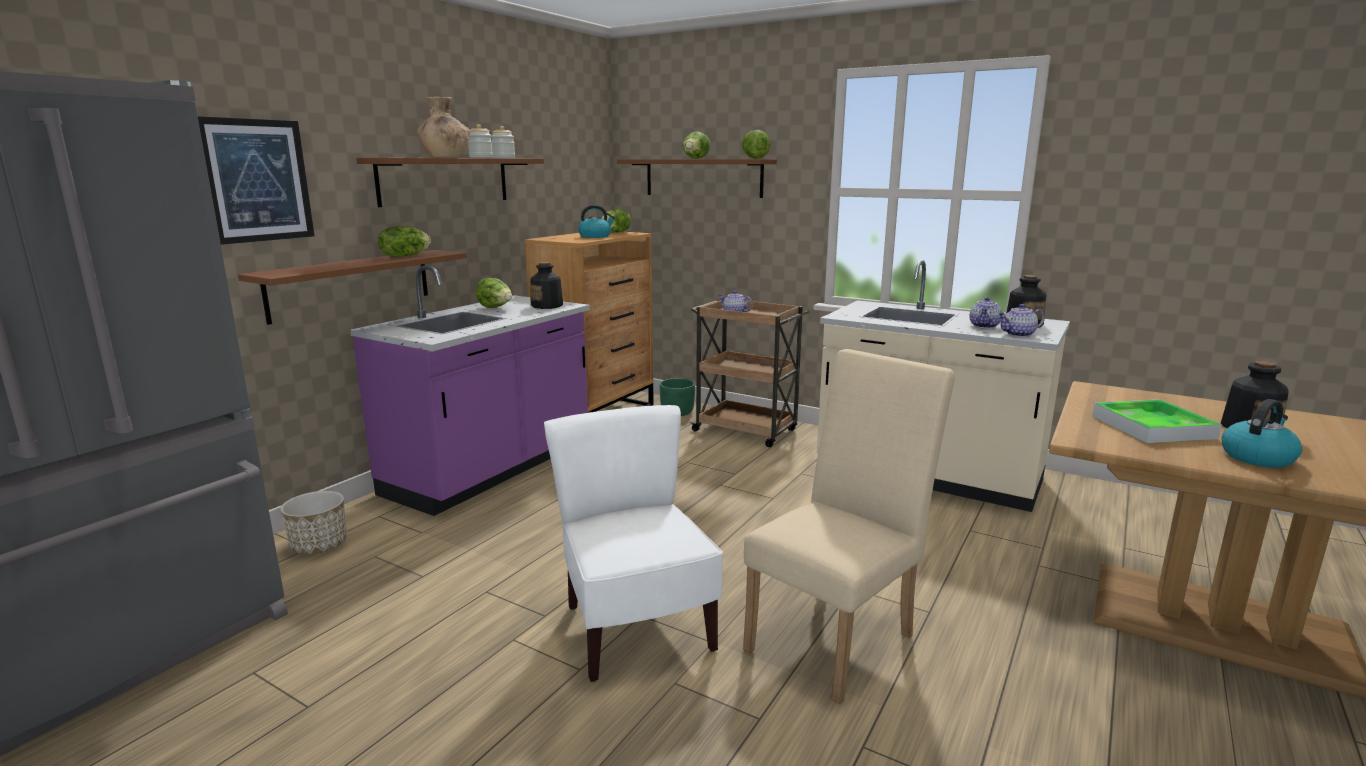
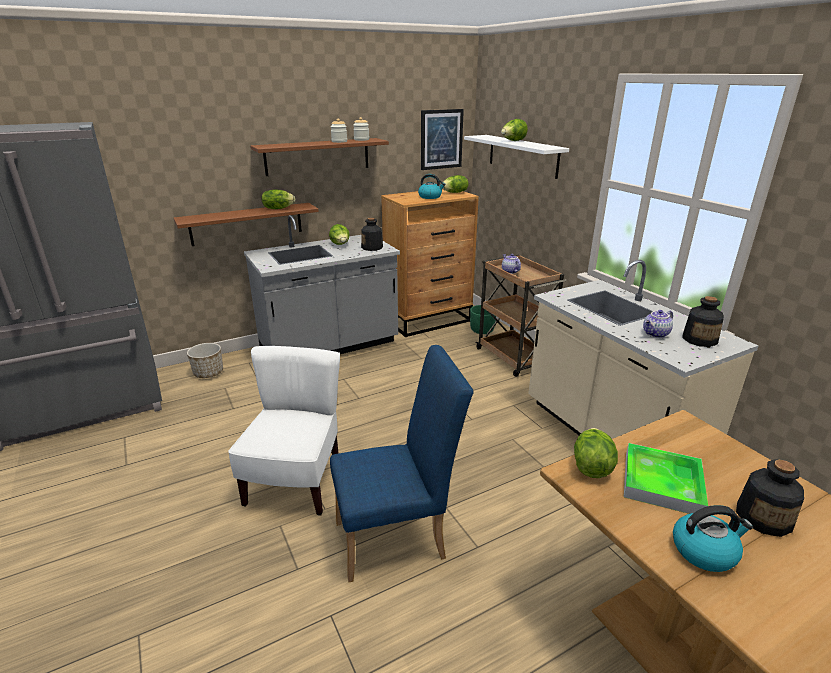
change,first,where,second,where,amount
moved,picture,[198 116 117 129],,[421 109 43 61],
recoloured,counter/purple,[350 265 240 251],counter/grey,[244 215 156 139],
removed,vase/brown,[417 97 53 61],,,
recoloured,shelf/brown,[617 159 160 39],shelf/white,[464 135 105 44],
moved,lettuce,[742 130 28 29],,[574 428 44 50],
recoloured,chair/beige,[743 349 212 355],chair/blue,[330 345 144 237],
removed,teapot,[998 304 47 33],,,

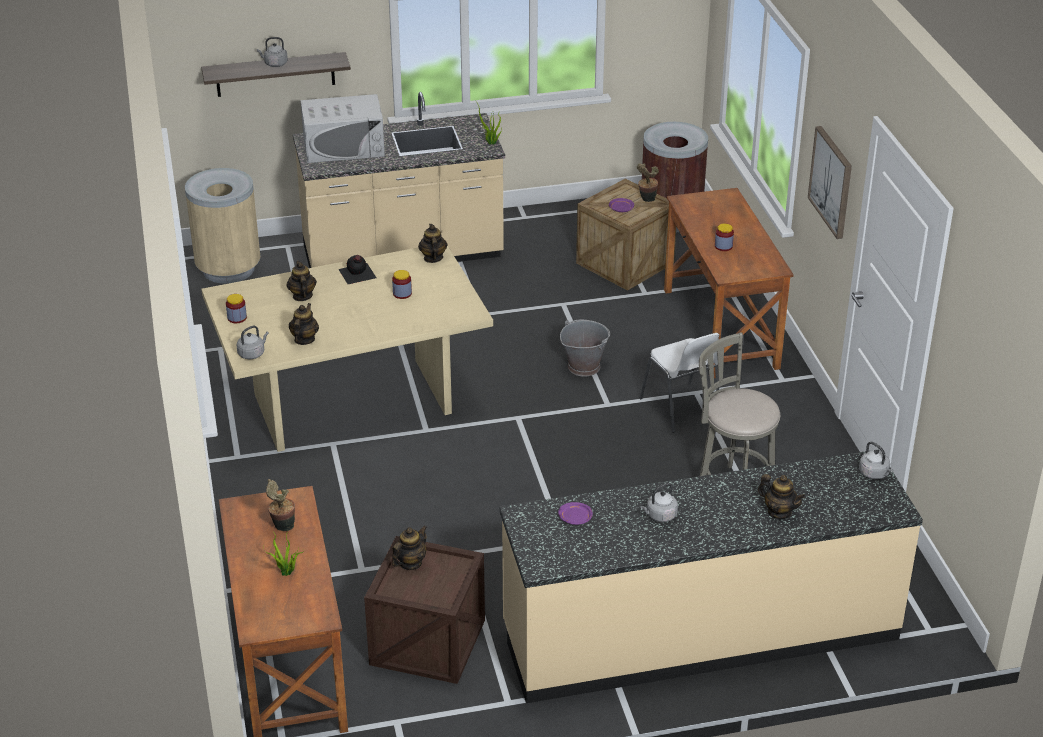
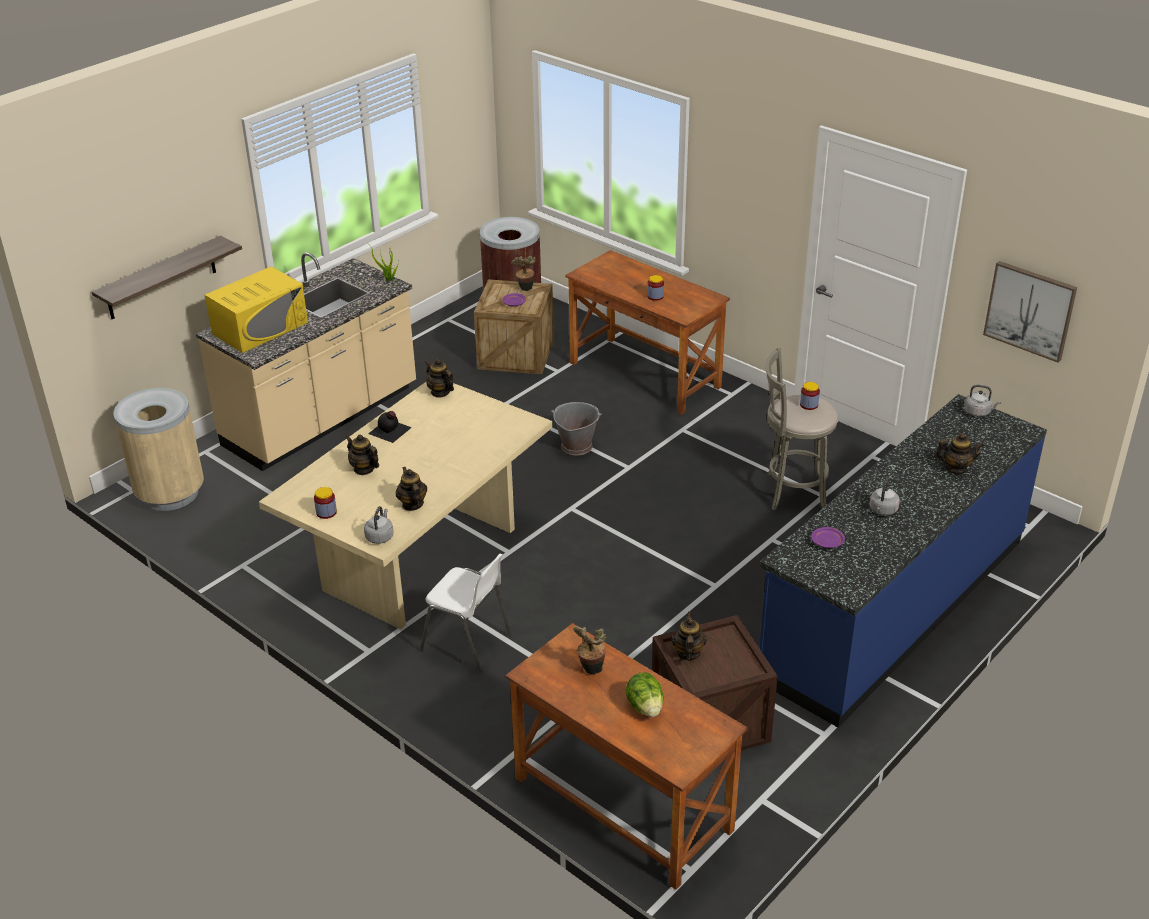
change,first,where,second,where,amount
removed,kettle/grey,[257 37 31 30],,,
replaced,potted plant,[265 531 39 45],lettuce,[625 672 39 45],
recoloured,microwave/white,[300 94 85 69],microwave/yellow,[205 266 103 87],
moved,jar,[392 270 20 29],,[800 382 20 28],
recoloured,counter/beige,[499 450 424 253],counter/blue,[759 394 288 334],
moved,chair/white,[640 333 79 100],,[420 553 92 119],
moved,picture,[808 126 44 113],,[983 261 94 102],

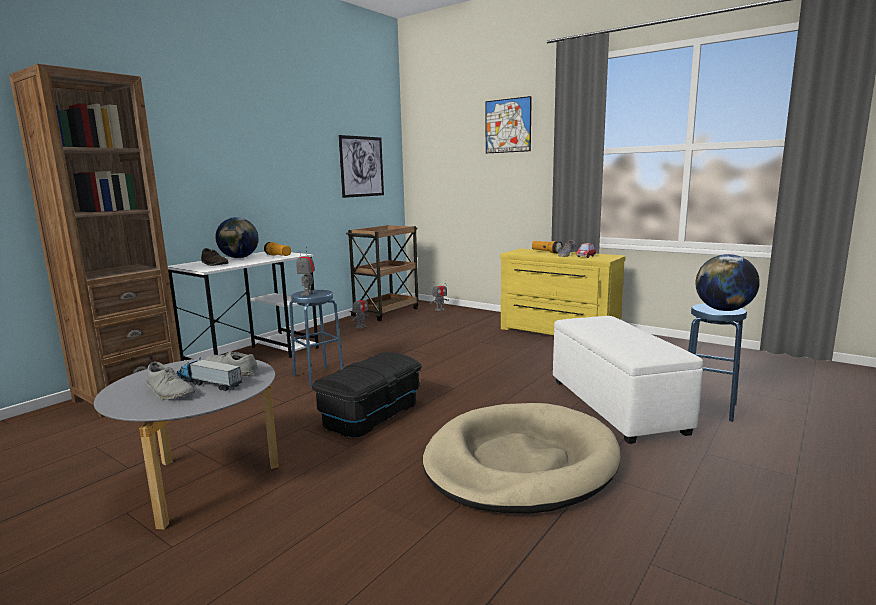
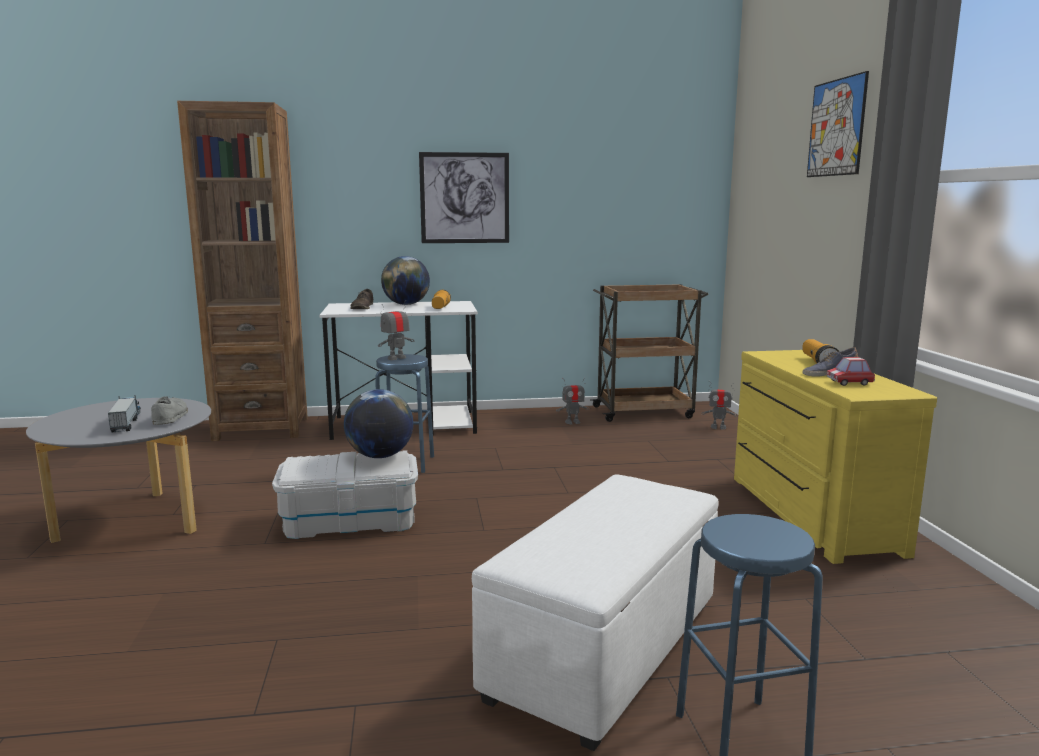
change,first,where,second,where,amount
removed,shoe/grey,[146 362 49 38],,,
recoloured,storage box/black,[312 352 109 86],storage box/white,[272 450 146 89],
moved,picture,[338 135 46 63],,[419 152 90 91],
removed,dog bed/beige,[423 403 197 111],,,
moved,globe,[695 254 65 57],,[344 389 70 69],

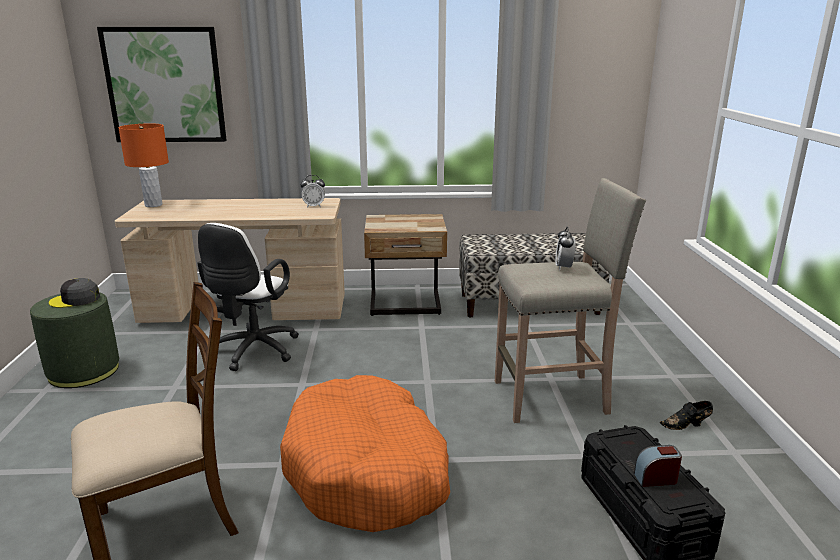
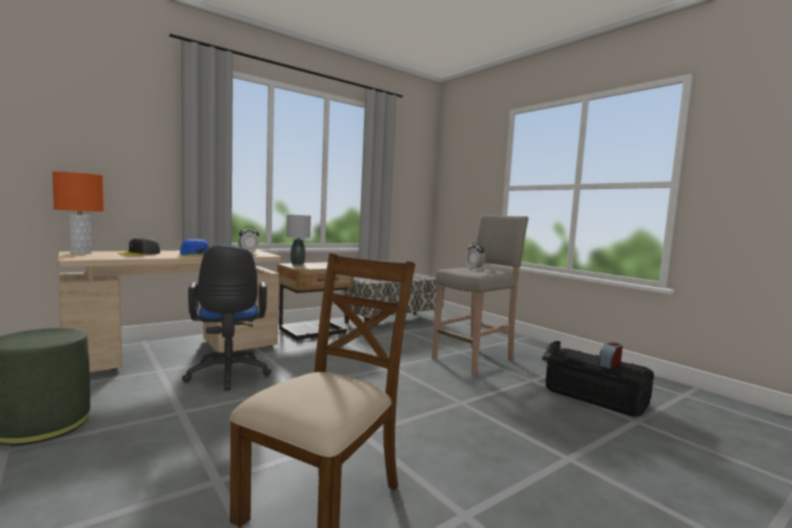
change,first,where,second,where,amount
moved,cap/grey,[49 278 51 30],,[118 237 42 18],
removed,picture,[97 27 130 115],,,
recoloured,office chair/white,[197 223 102 148],office chair/blue,[182 244 89 146],
removed,dog bed/orange,[280 375 170 157],,,
added,,,cap/blue,[180 239 29 18],
added,,,table lamp/grey,[286 215 25 50],

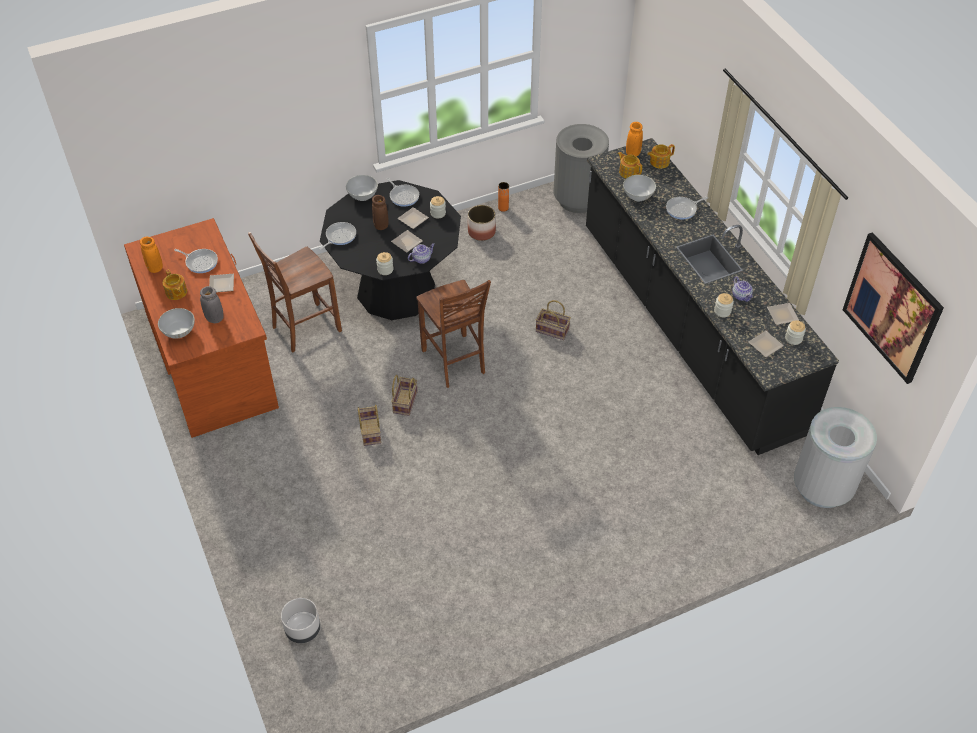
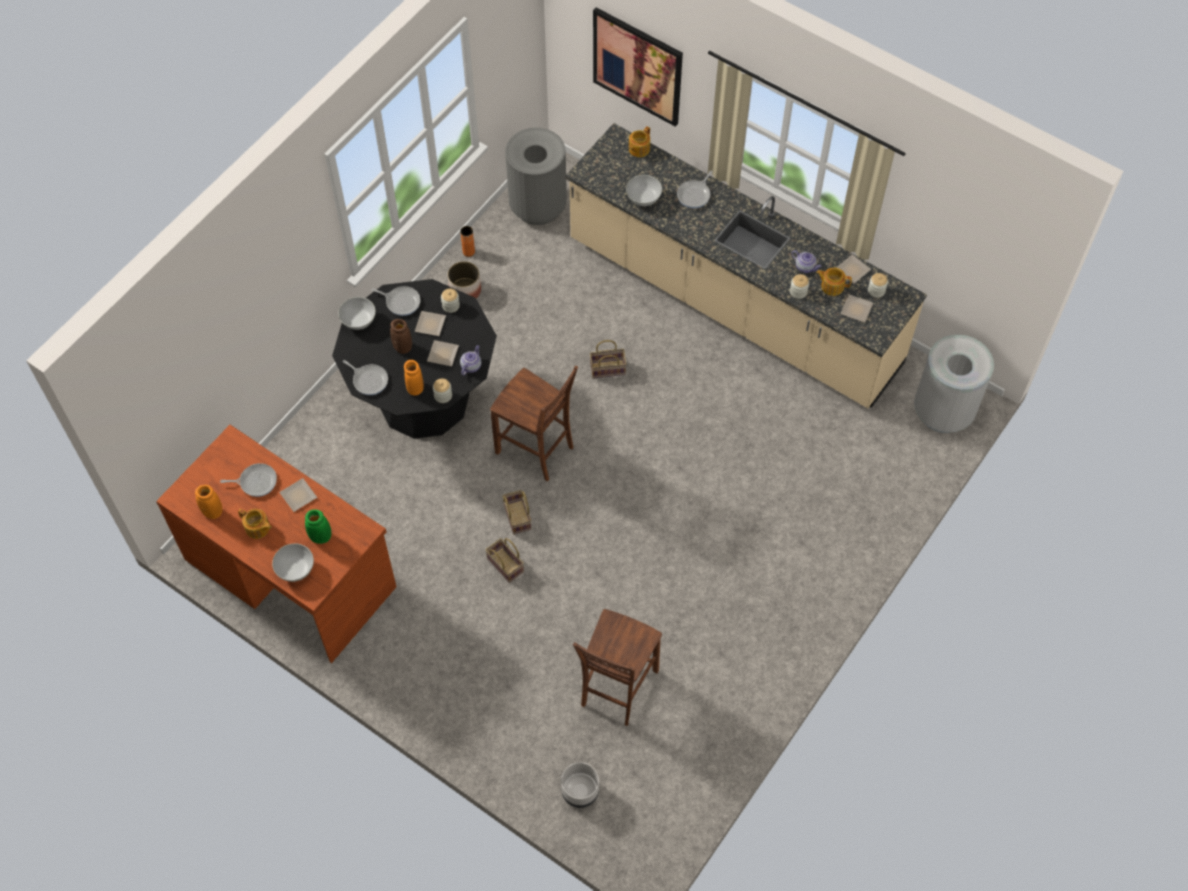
change,first,where,second,where,amount
recoloured,vase/grey,[200 286 24 37],vase/green,[305 509 26 35],
moved,chair/brown,[248 232 94 120],,[573 609 89 117],
turned,frying pan,[320 222 36 28],,[343 360 45 35],120 degrees clockwise
recoloured,counter/black,[586 138 253 317],counter/beige,[565 123 362 285],
moved,teapot,[618 152 24 26],,[816 268 36 28],
moved,vase/orange,[626 122 17 34],,[404 360 20 35],
moved,picture,[843 232 101 152],,[593 7 90 119],

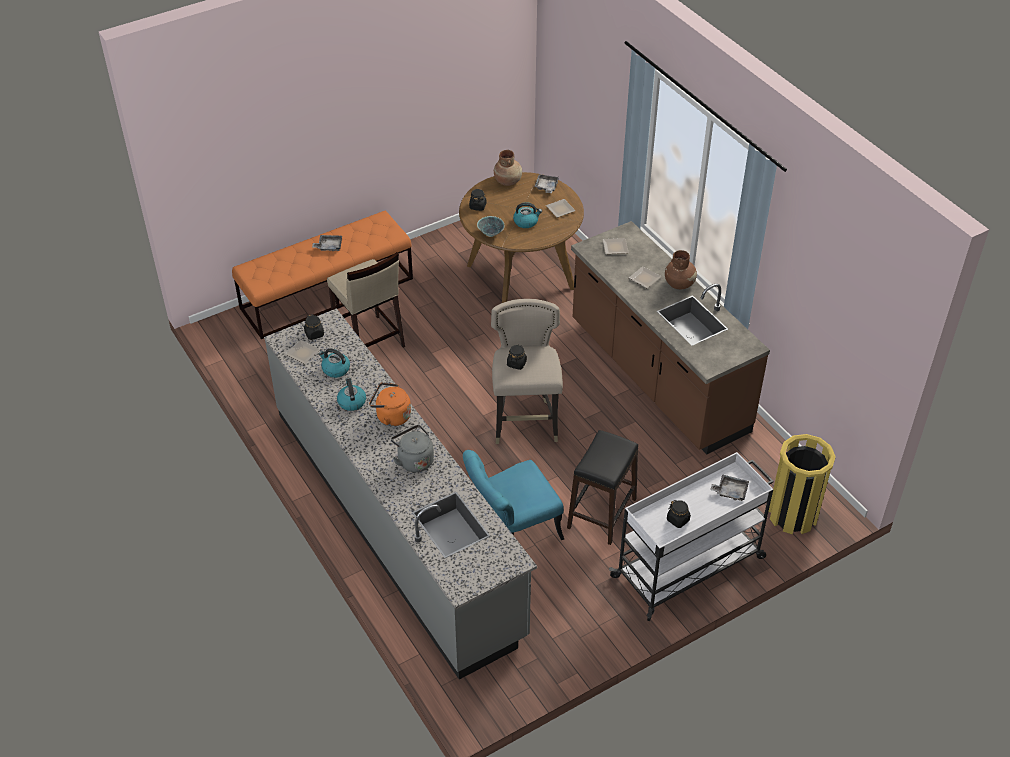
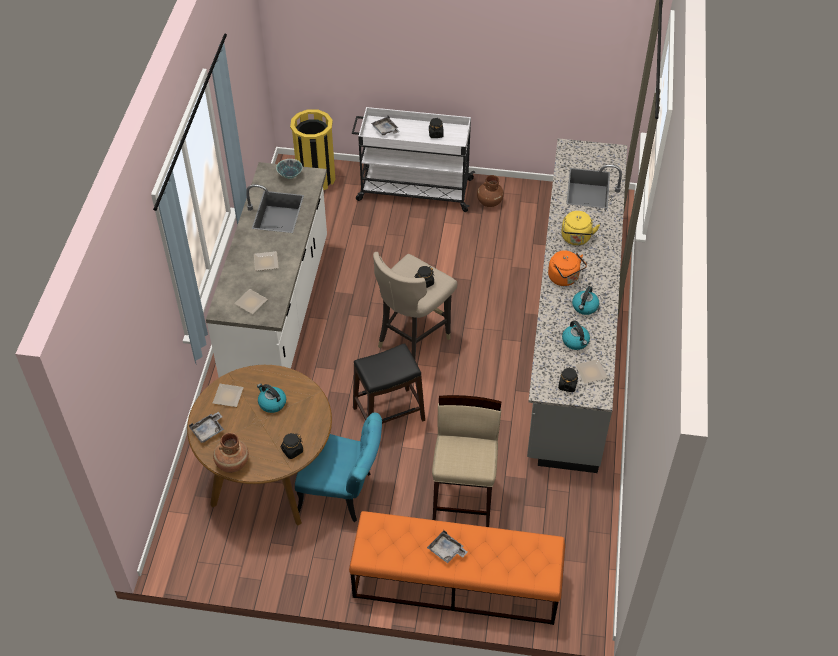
change,first,where,second,where,amount
recoloured,kettle/grey,[391 425 43 47],kettle/yellow,[561 211 39 34],
moved,chair/turquoise,[463 450 101 90],,[295 412 87 110],
moved,bowl,[477 216 27 21],,[276 159 27 20],
moved,stool/black,[567 430 71 115],,[353 343 72 81],
recoloured,counter/brown,[571 221 199 233],counter/white,[206 162 121 215],
moved,vase/brown,[665 250 32 39],,[477 175 27 32],

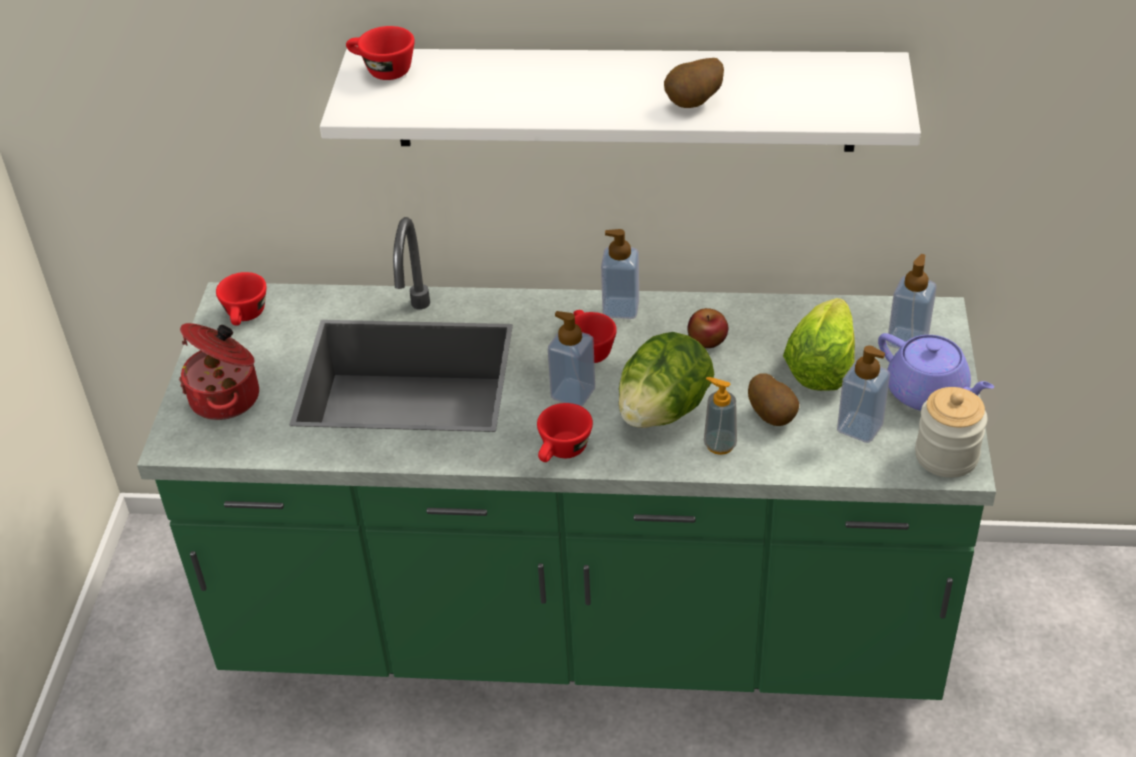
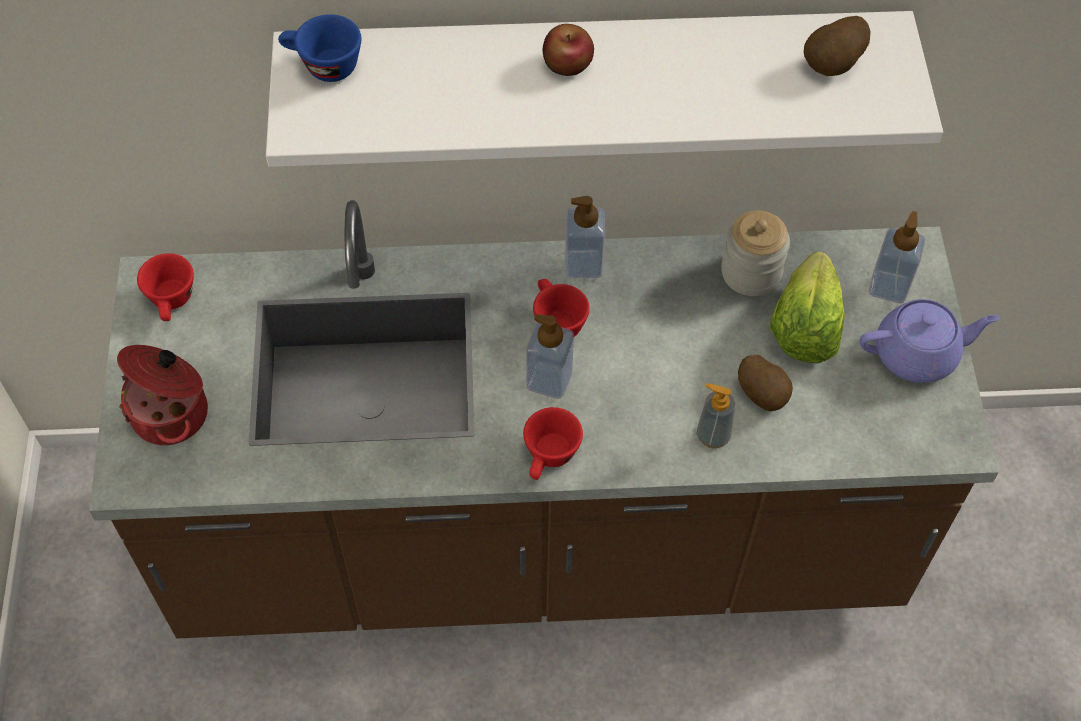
change,first,where,second,where,amount
recoloured,counter/green,[137 217 859 483],counter/brown,[89 200 910 438],
recoloured,cup/red,[346 26 69 54],cup/blue,[278 14 83 68],
removed,lettuce,[619 332 95 96],,,
moved,potato,[664 58 60 50],,[804 16 67 60],
moved,apple,[687 308 41 40],,[543 24 51 52],
removed,soap dispenser,[837 346 53 97],,,
turned,teapot/purple,[878 333 116 78],,[859 299 141 84],45 degrees counterclockwise
moved,jar,[915 387 73 91],,[721 211 69 85],

